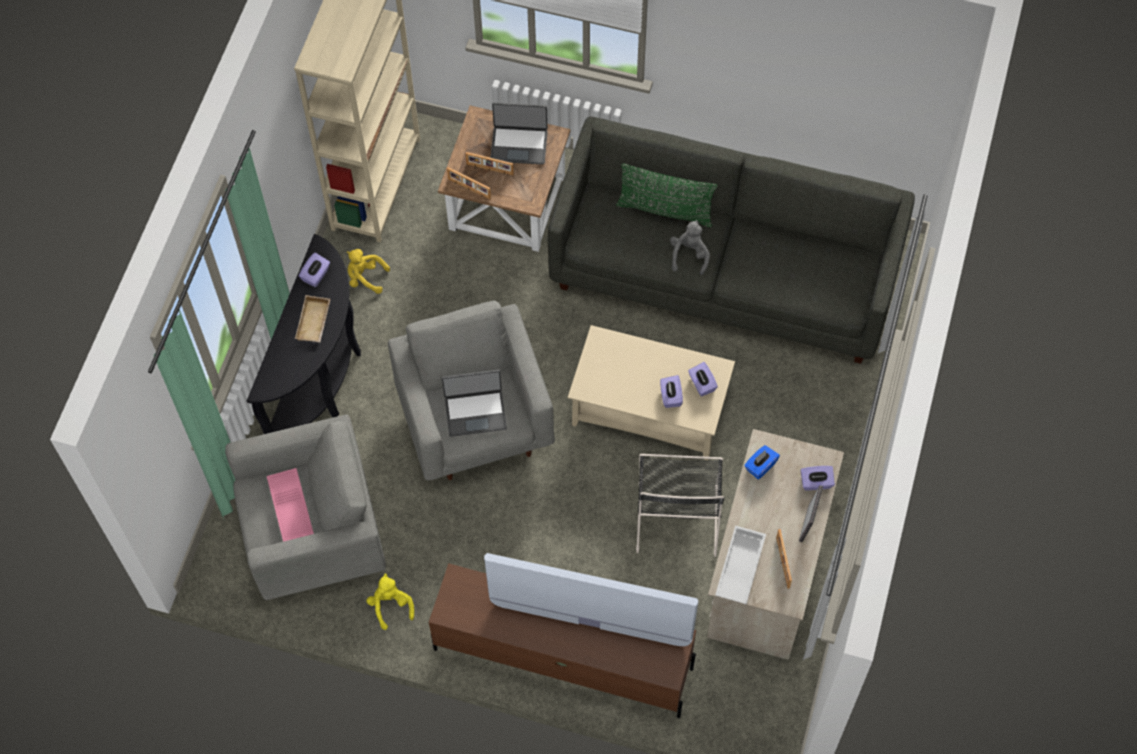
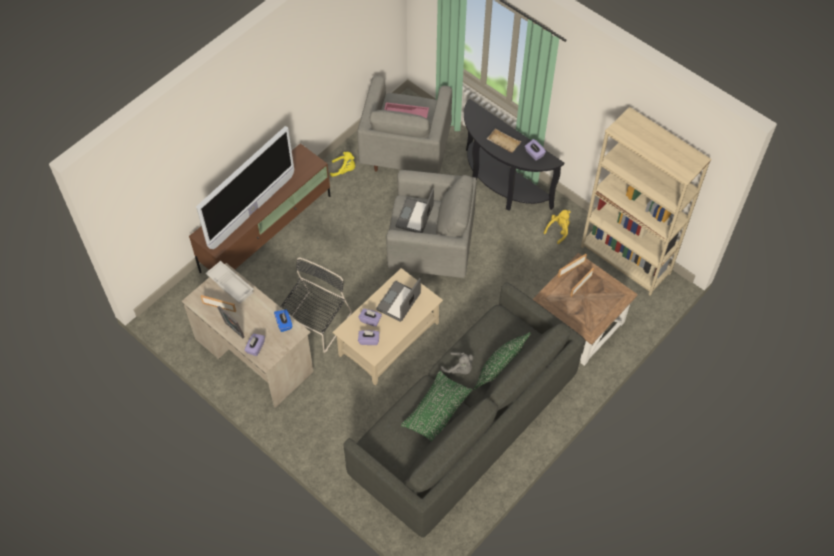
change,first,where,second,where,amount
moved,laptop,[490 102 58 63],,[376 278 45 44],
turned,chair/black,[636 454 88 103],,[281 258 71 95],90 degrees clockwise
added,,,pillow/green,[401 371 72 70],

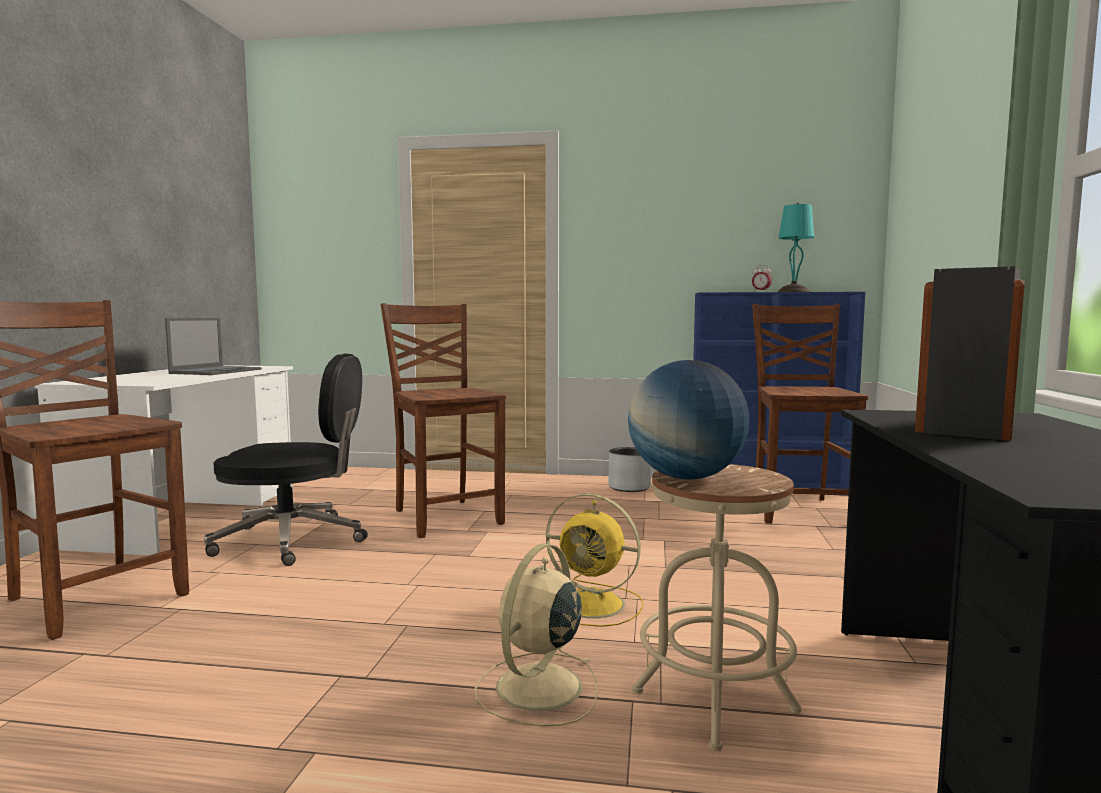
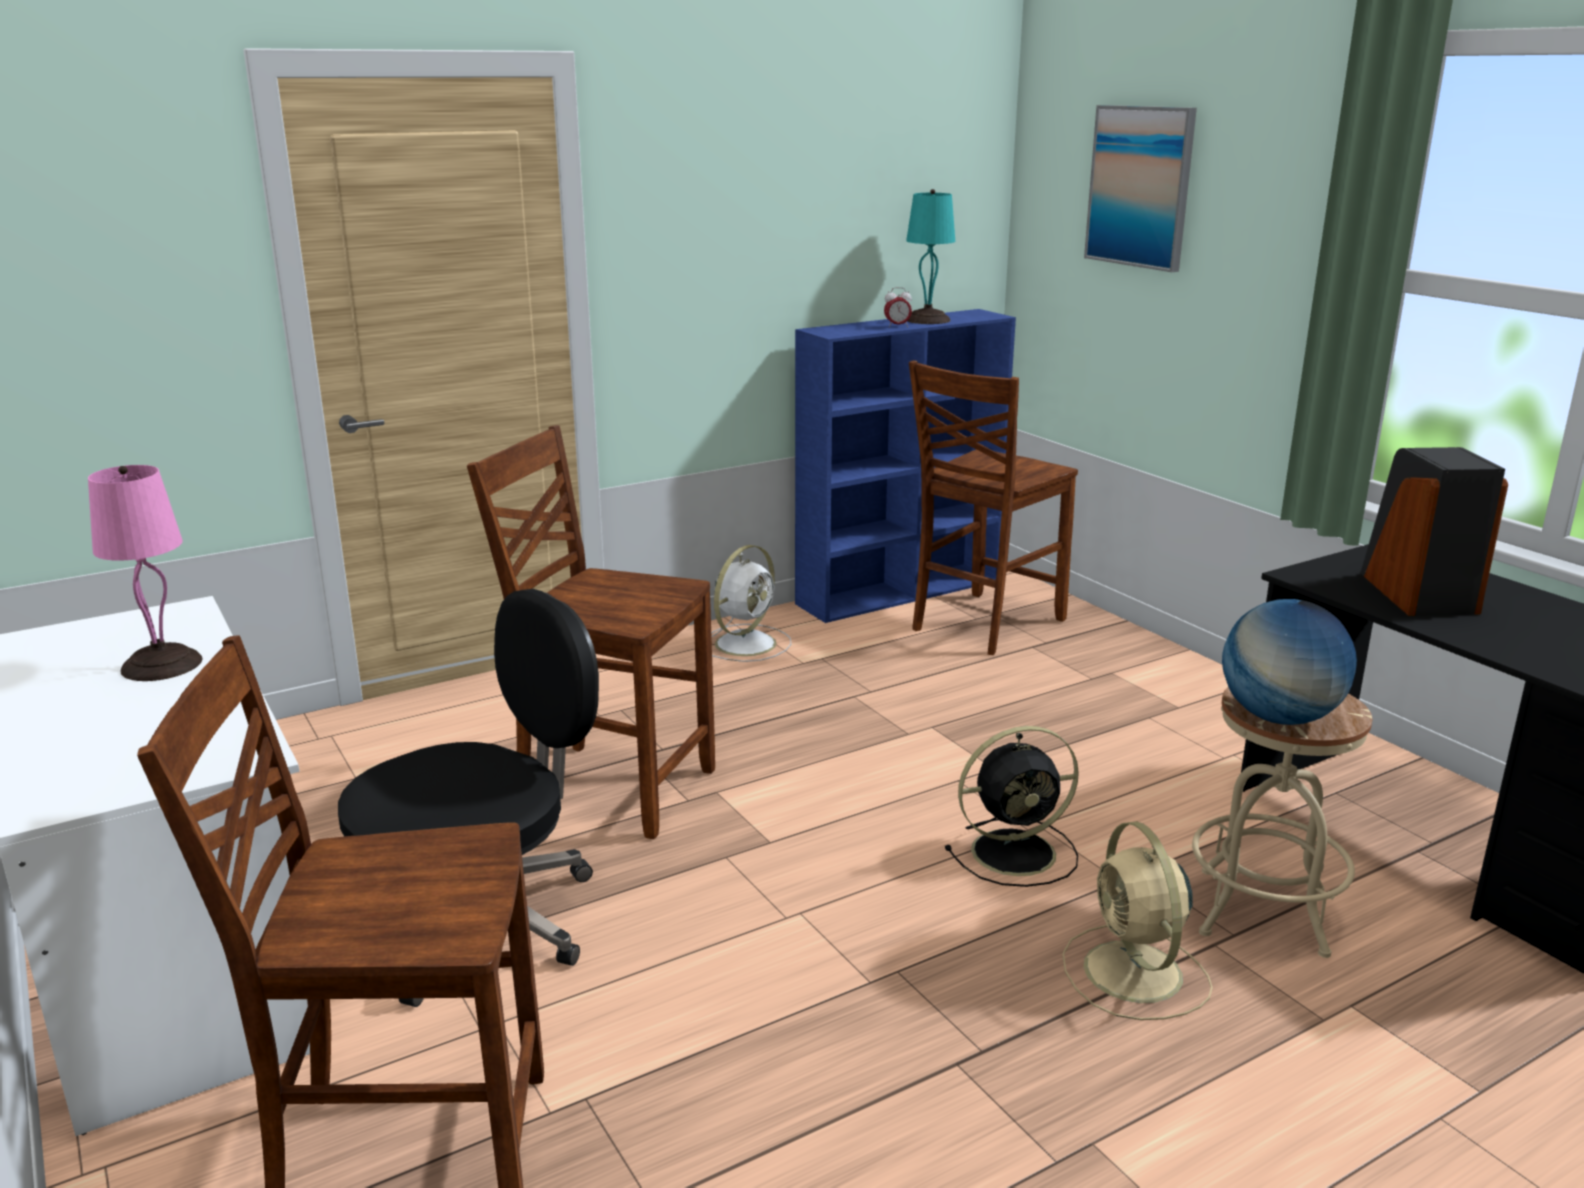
change,first,where,second,where,amount
replaced,laptop,[165 318 97 57],table lamp/pink,[88 465 115 216],
recoloured,fan/yellow,[546 493 97 134],fan/black,[945 726 134 161],
replaced,planter/grey,[608 447 43 45],fan/white,[711 545 80 117],
turned,chair/brown,[752 304 116 220],,[909 360 169 295],105 degrees counterclockwise
added,,,picture,[1084 105 113 167],

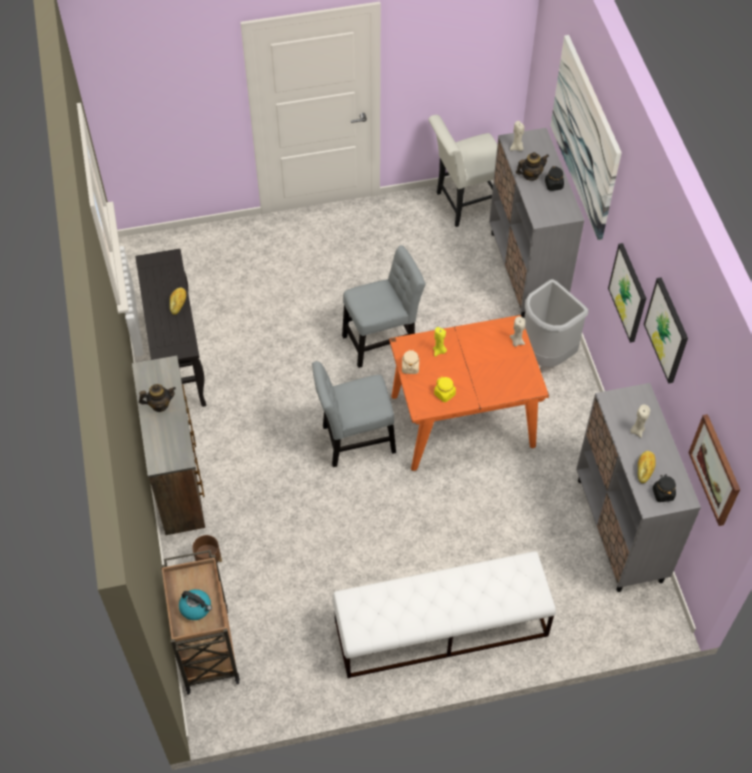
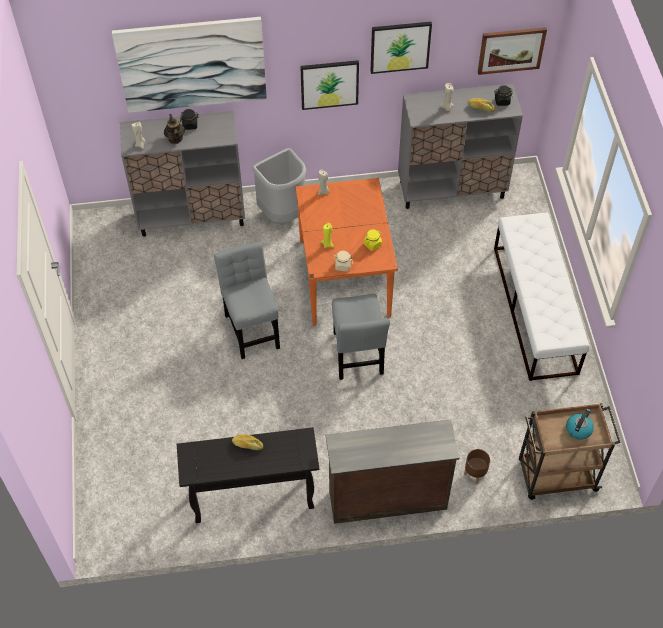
change,first,where,second,where,amount
removed,teapot,[139 384 37 28],,,
removed,chair/white,[428 115 69 112],,,

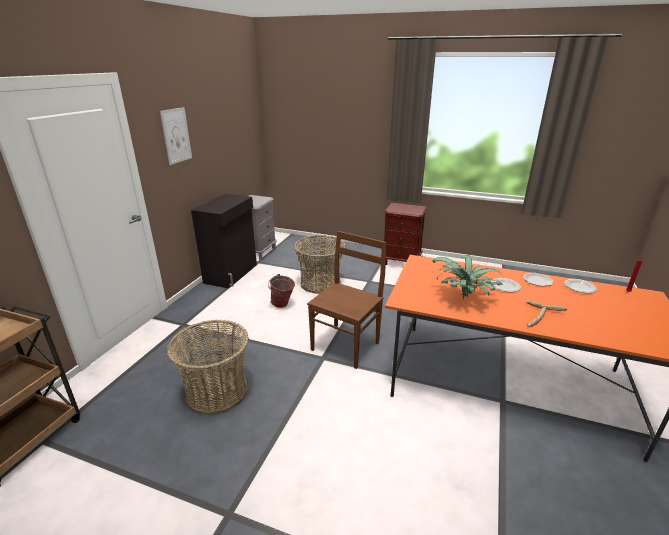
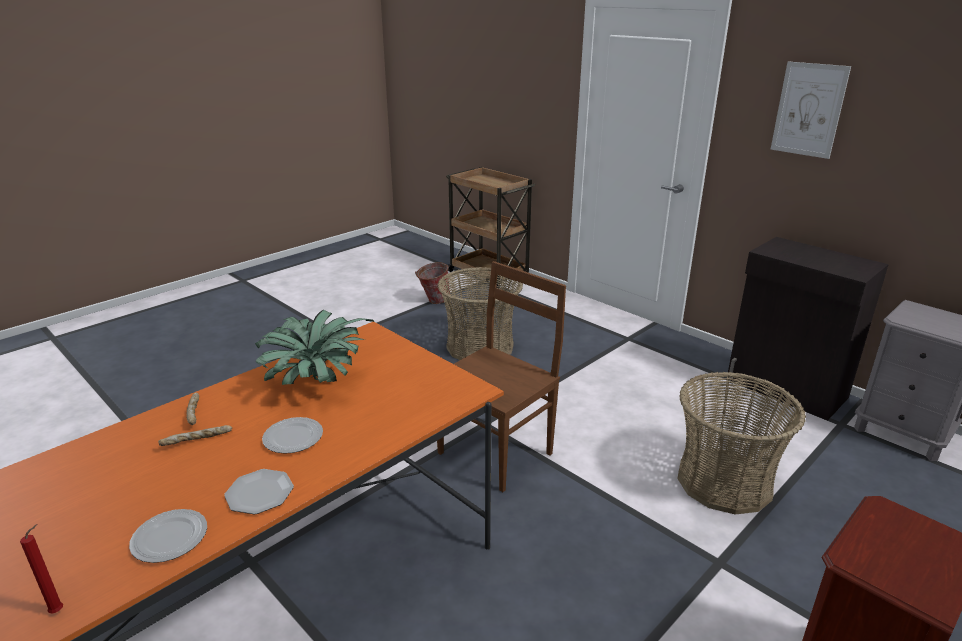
change,first,where,second,where,amount
moved,bucket,[268 274 27 34],,[415 262 35 42],
turned,chair/brown,[307 231 80 138],,[437 261 129 231],105 degrees counterclockwise

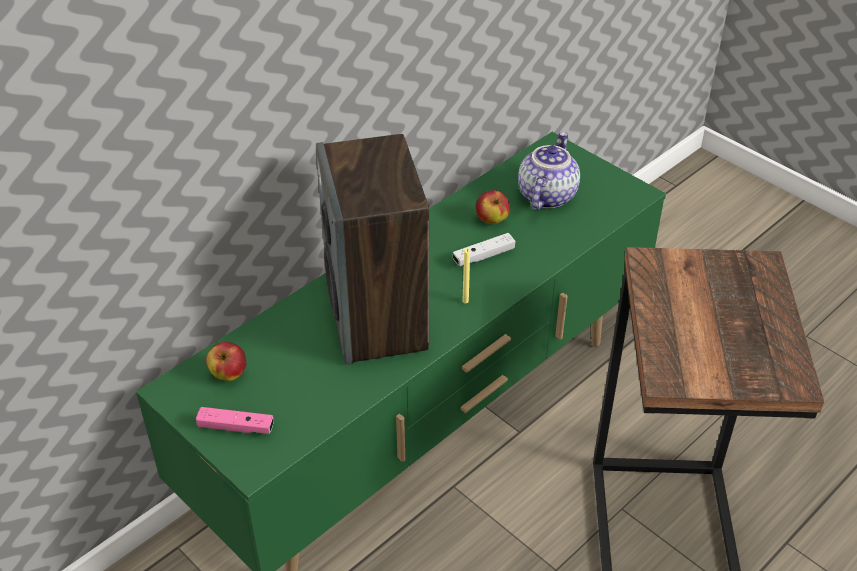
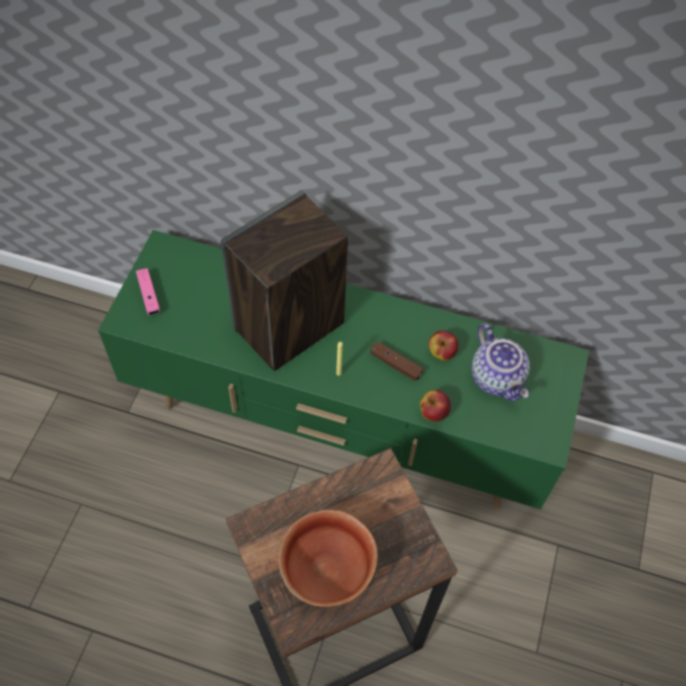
change,first,where,second,where,amount
moved,apple,[206 342 41 39],,[420 390 31 32],
recoloured,game controller/white,[453 233 62 33],game controller/brown,[370 341 53 40],
turned,teapot,[518 132 62 78],,[472 323 58 78],75 degrees clockwise
added,,,bowl,[278 510 100 97],

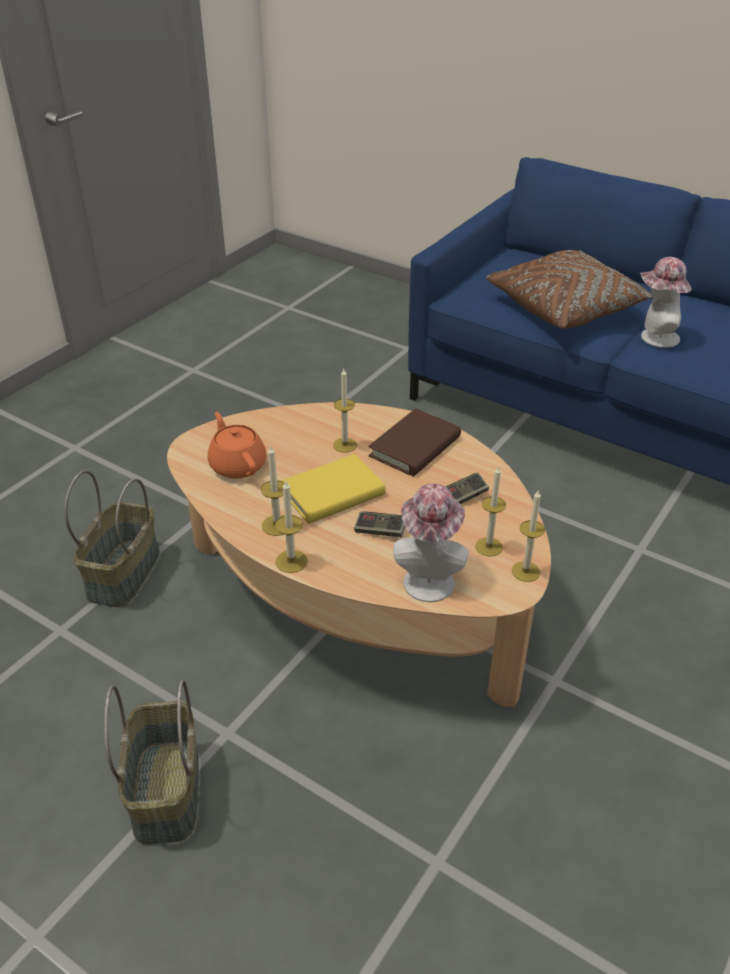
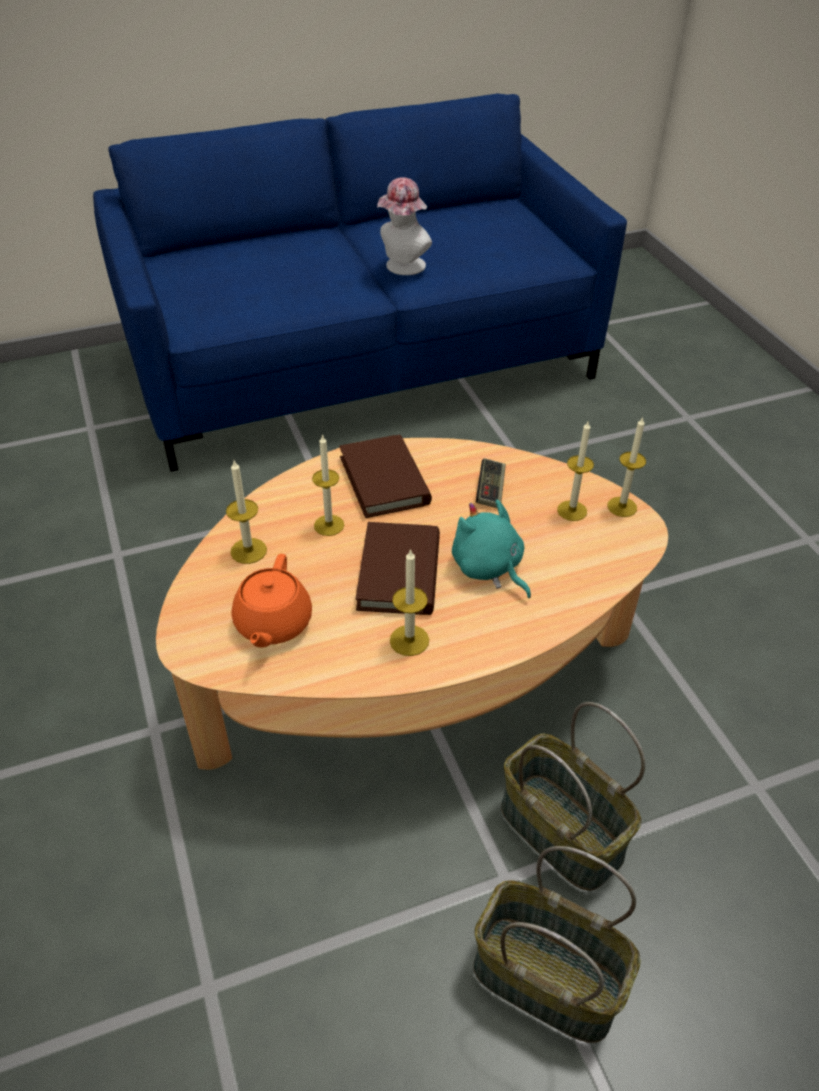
change,first,where,second,where,amount
moved,basket,[64 470 96 137],,[501 702 144 189],
turned,teapot/orange,[208 412 58 67],,[231 554 81 94],90 degrees counterclockwise
moved,candle,[275 481 33 92],,[226 461 41 103],
recoloured,book/yellow,[281 454 105 70],book/brown,[356 522 84 93],
replaced,game controller,[354 512 51 25],plush toy/turquoise,[452 499 79 99],
removed,hat,[393 483 76 119],,,
removed,pillow/brown,[486 250 167 79],,,

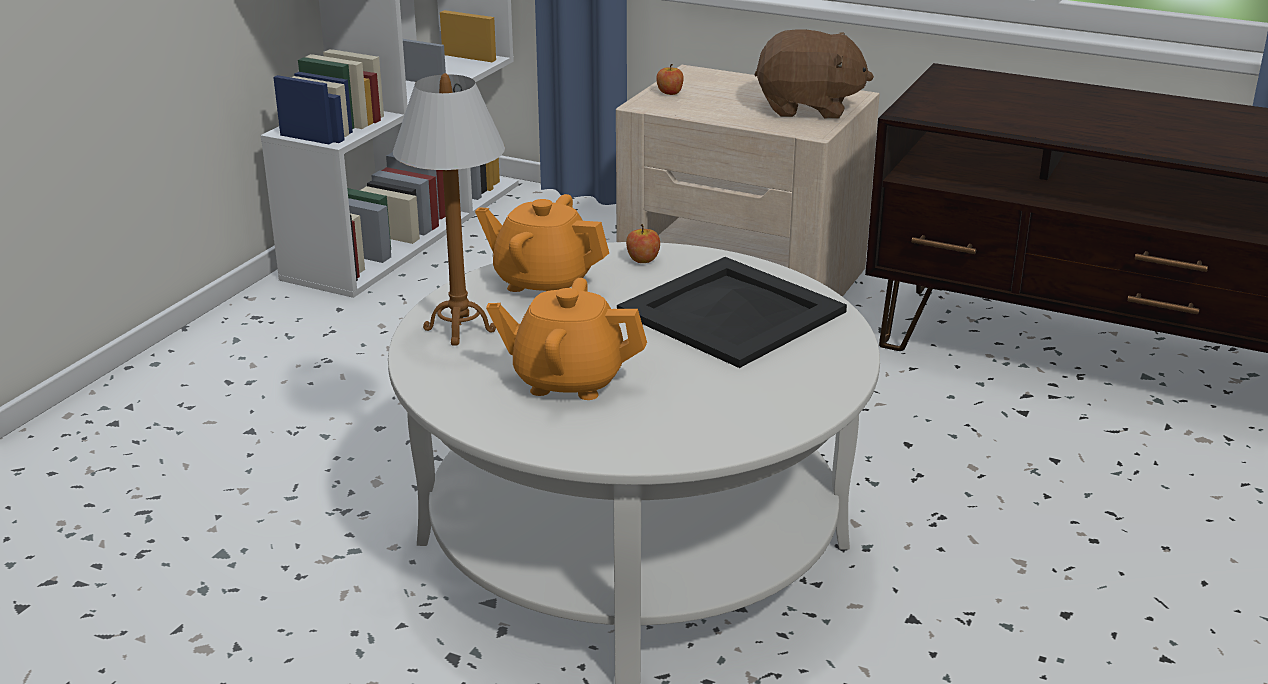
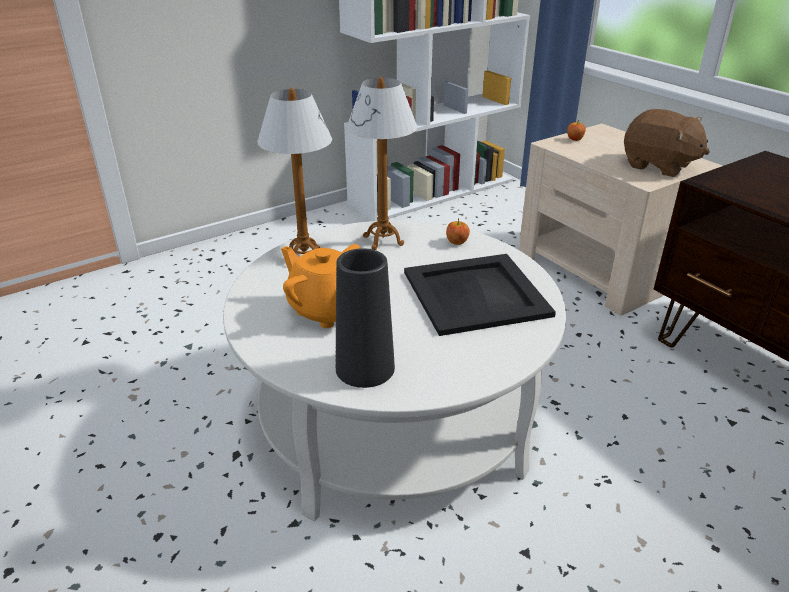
change,first,where,second,where,amount
replaced,teapot/orange,[475 194 134 98],table lamp,[347 77 70 173],
added,,,vase/black,[336 248 59 140],

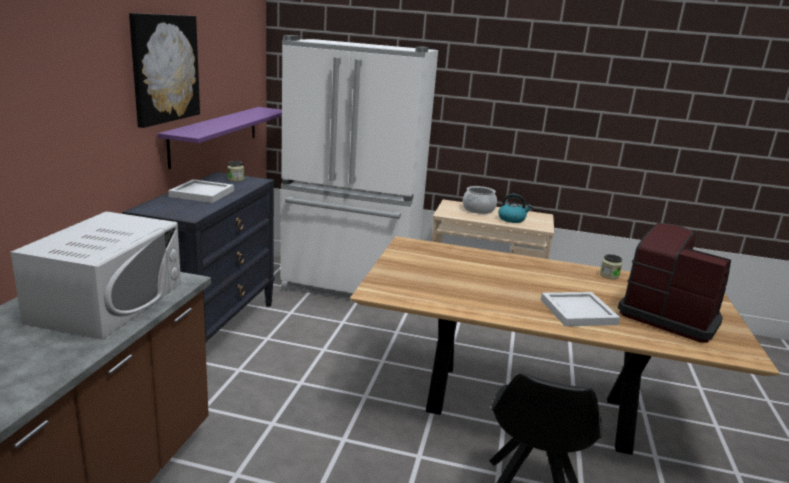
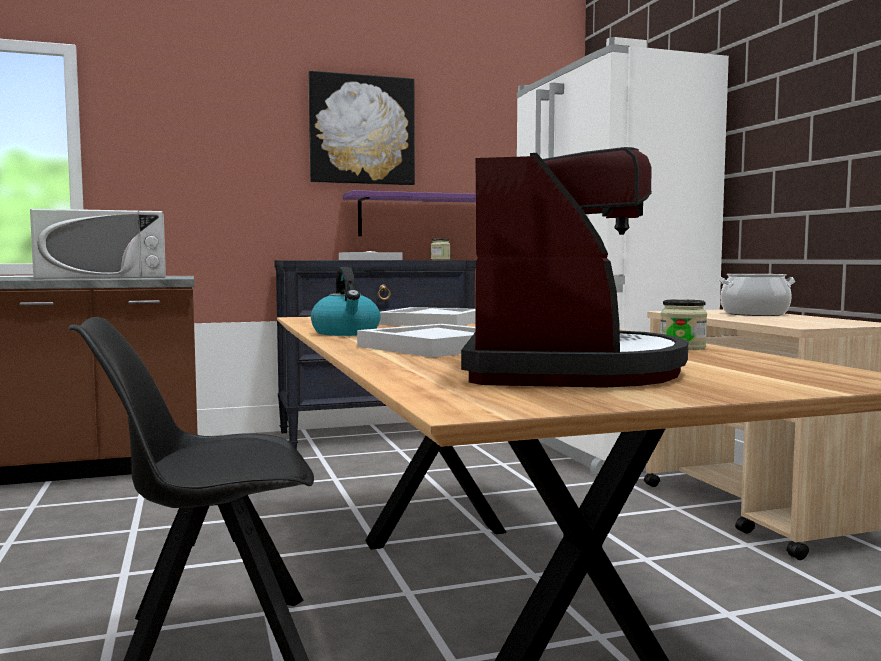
change,first,where,second,where,amount
moved,kettle,[498 194 34 29],,[311 267 70 69],
added,,,tray/white,[379 307 97 19],

